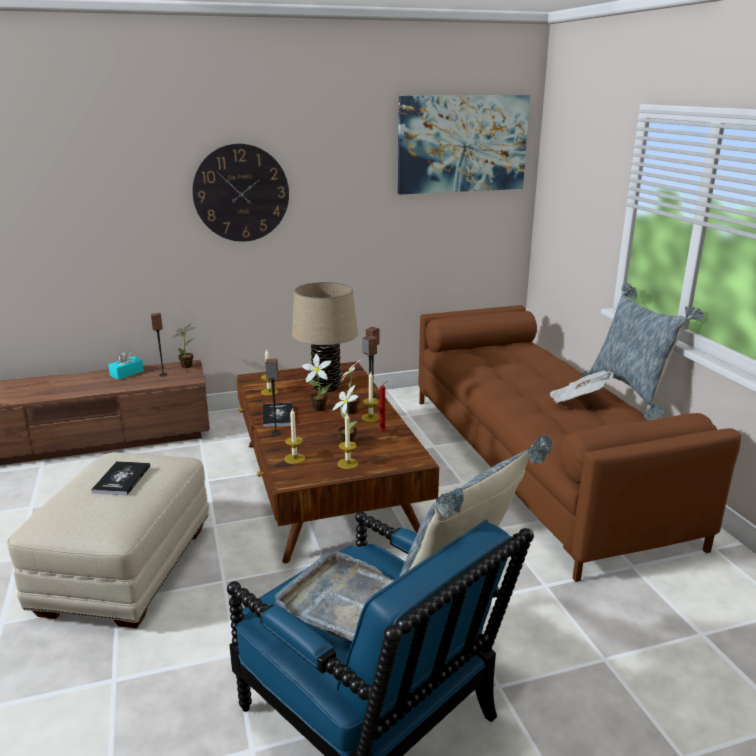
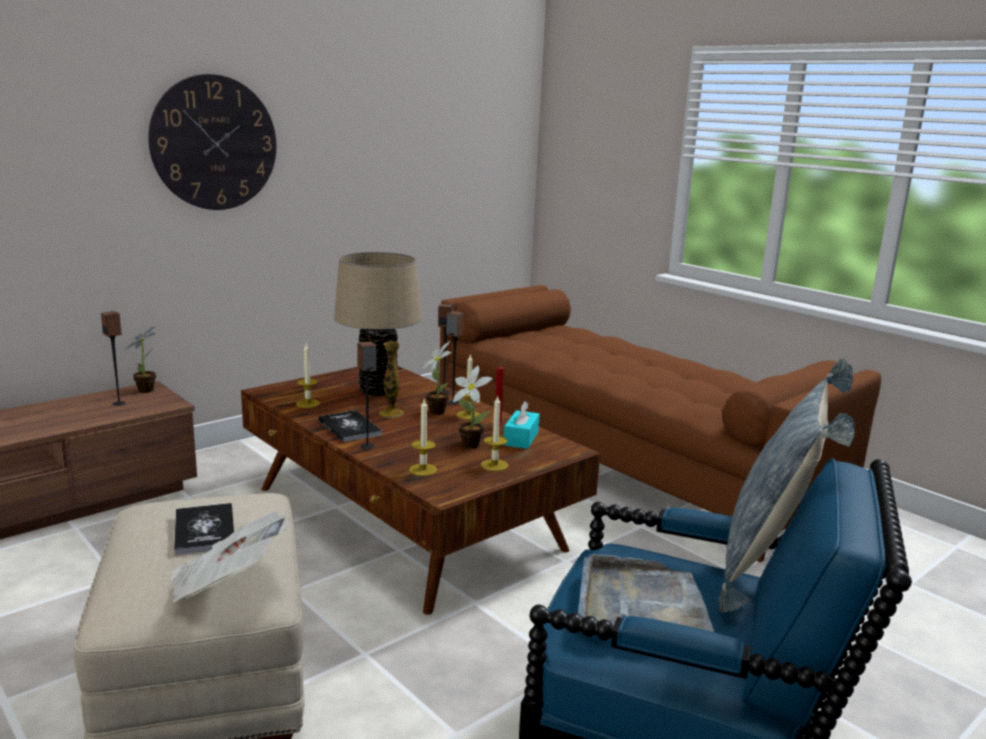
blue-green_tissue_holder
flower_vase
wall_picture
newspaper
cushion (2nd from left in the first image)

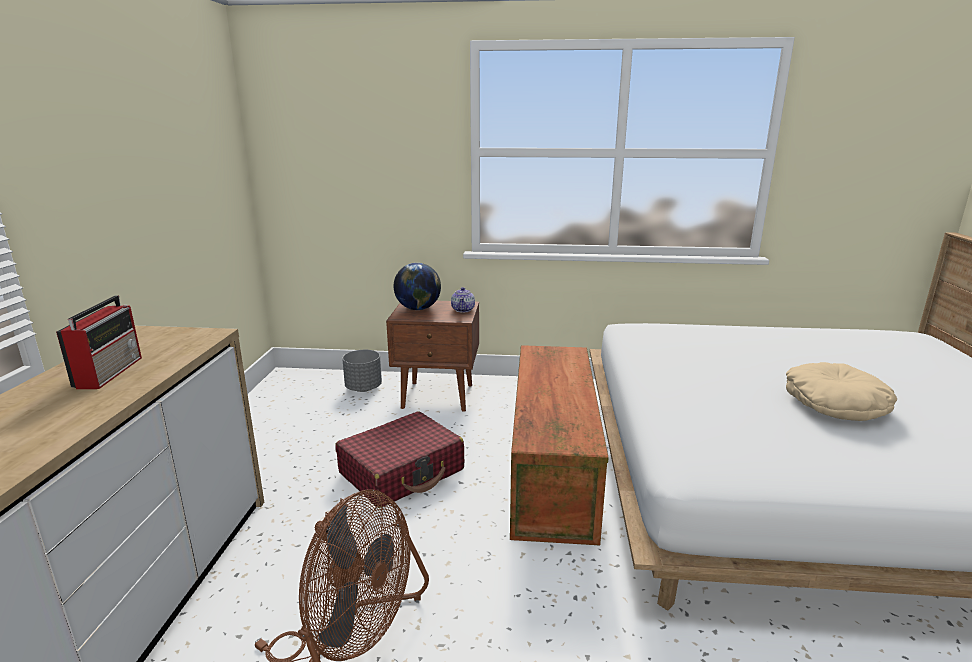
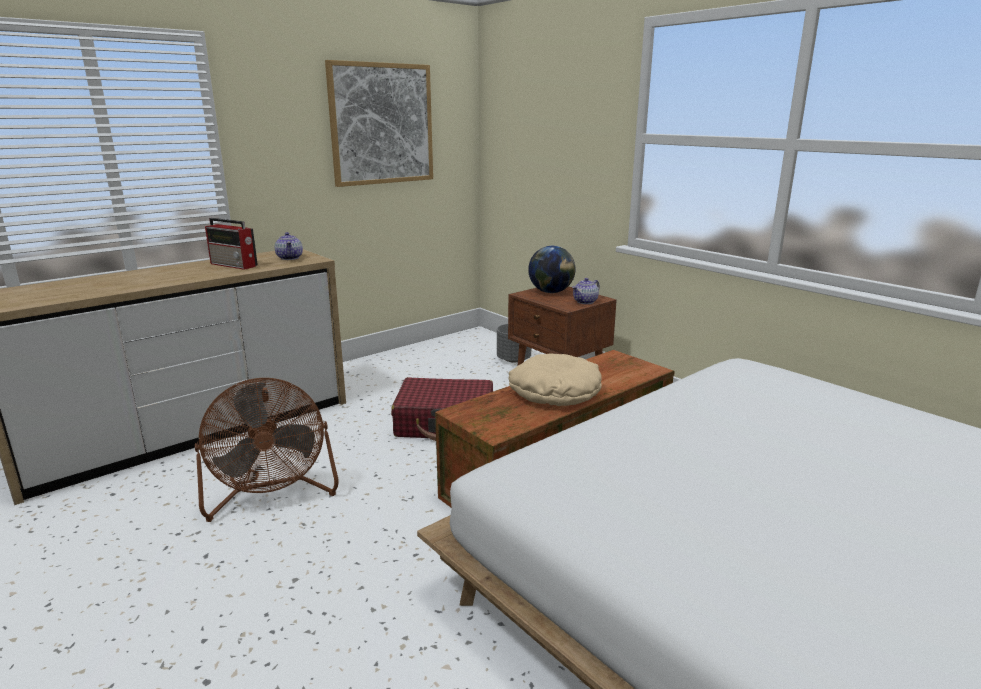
radio_set
beige-coloured_cushion
pot_for_tea (1st from left)
wall_picture

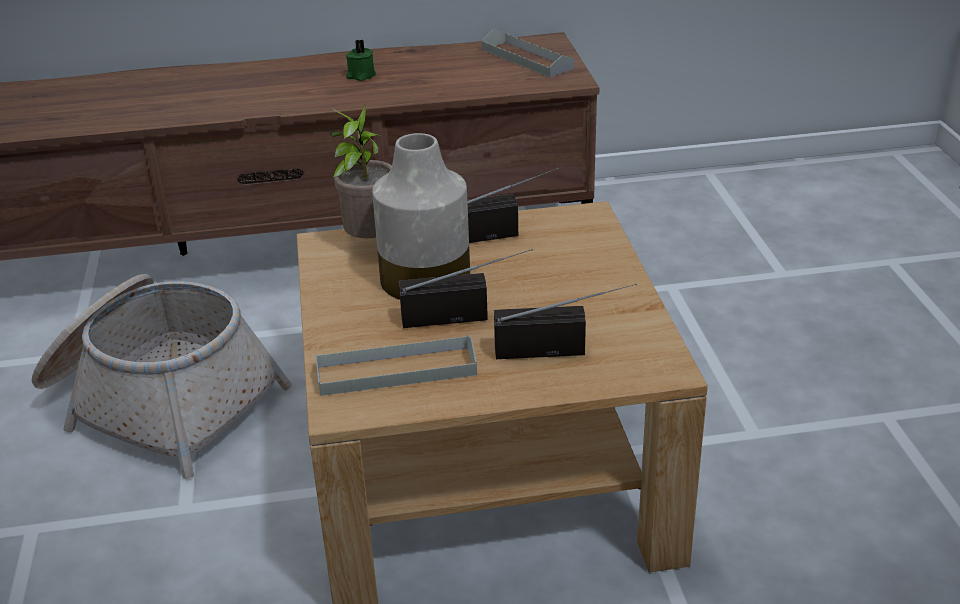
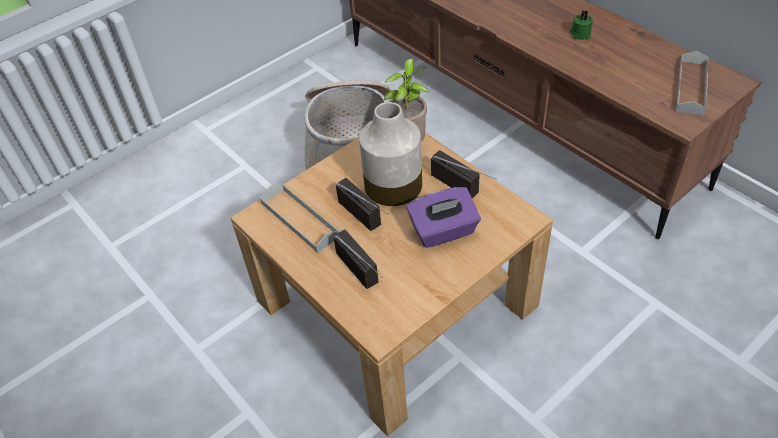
purple-coloured_tissue_holder

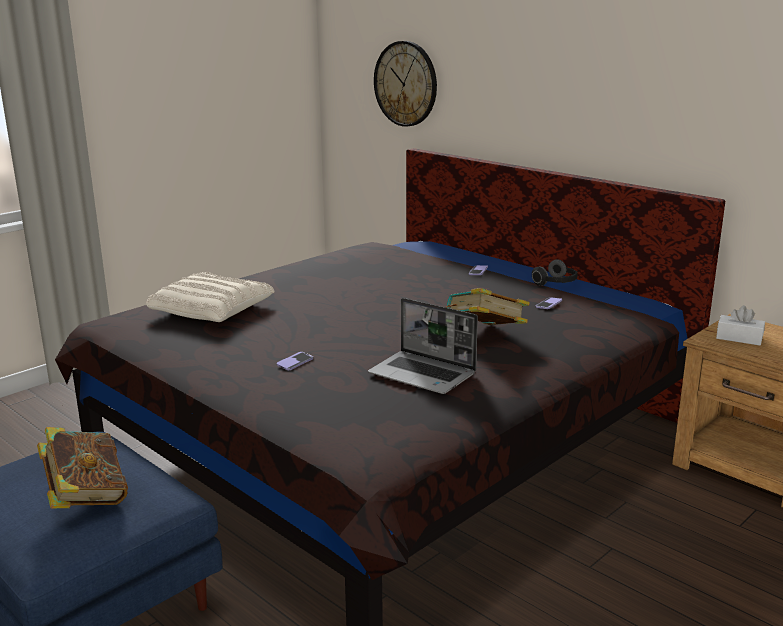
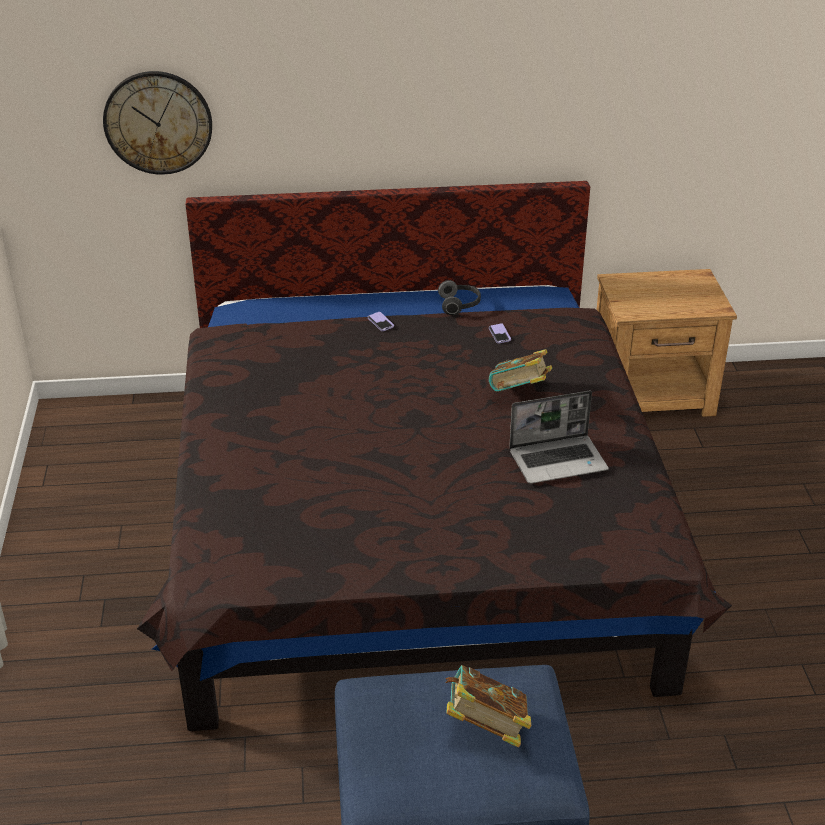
beige-coloured_cushion
phone (1st from left in the first image)
white_tissue_holder

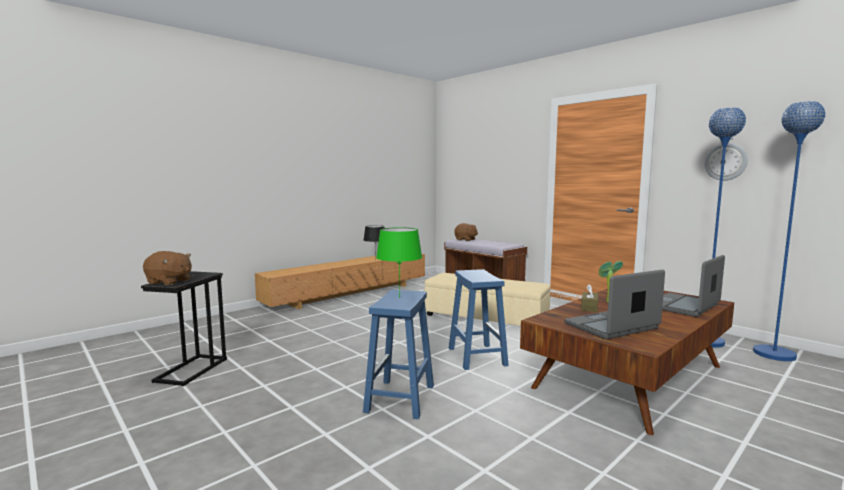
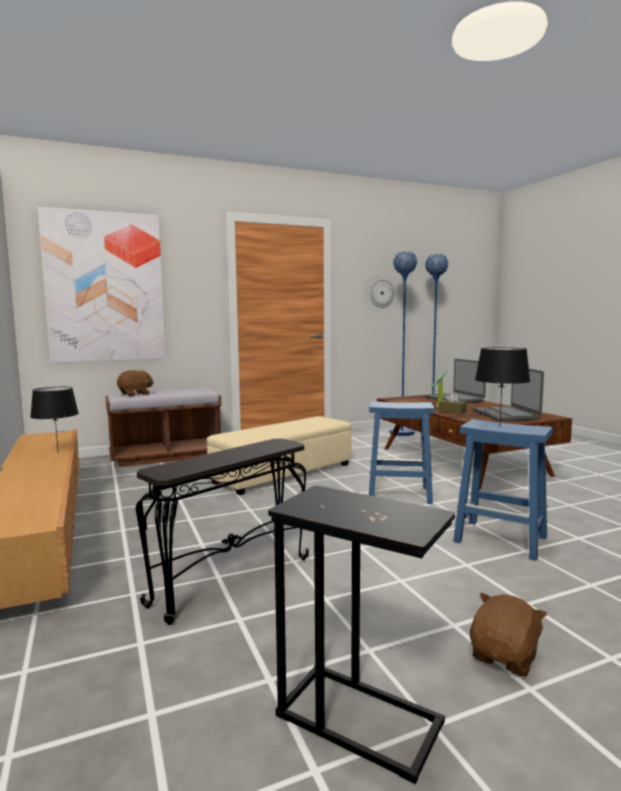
brown_cuddly_toy (2nd from left)
black-coloured_tabletop_lamp (2nd from left)
wall_picture
black-coloured_side_table (1st from left)

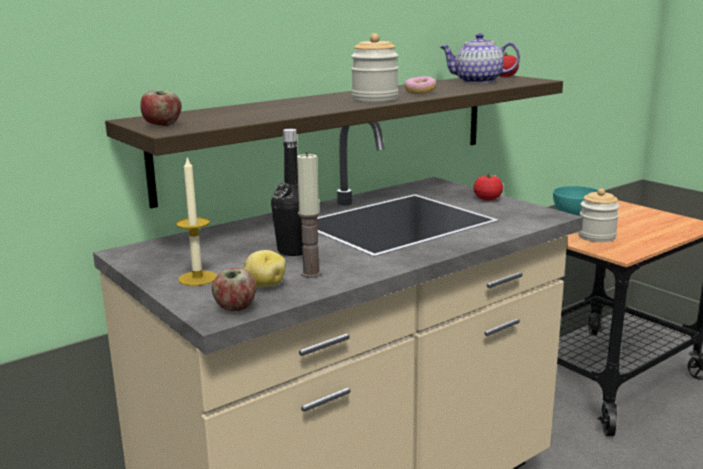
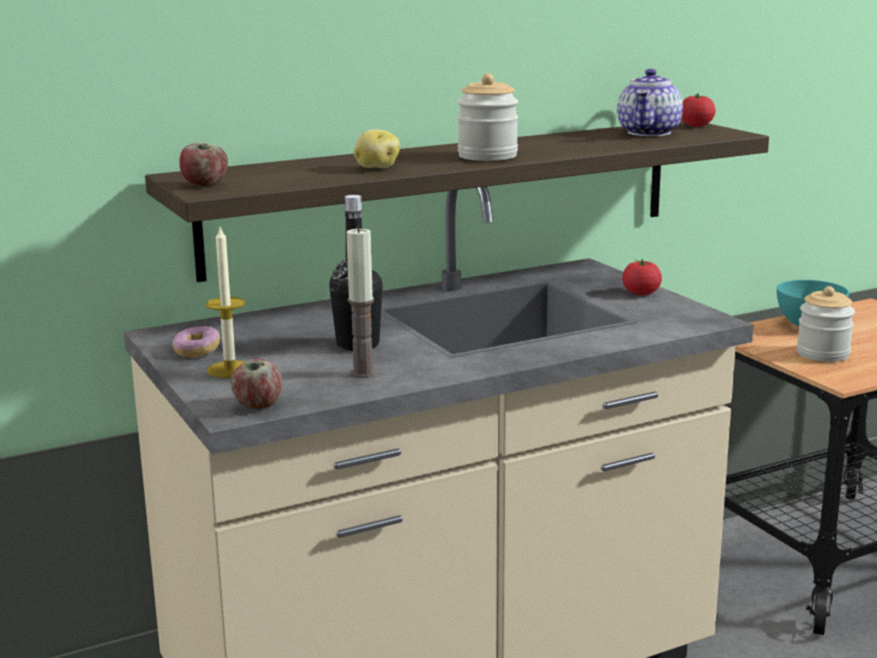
potato
donut
pot_for_tea

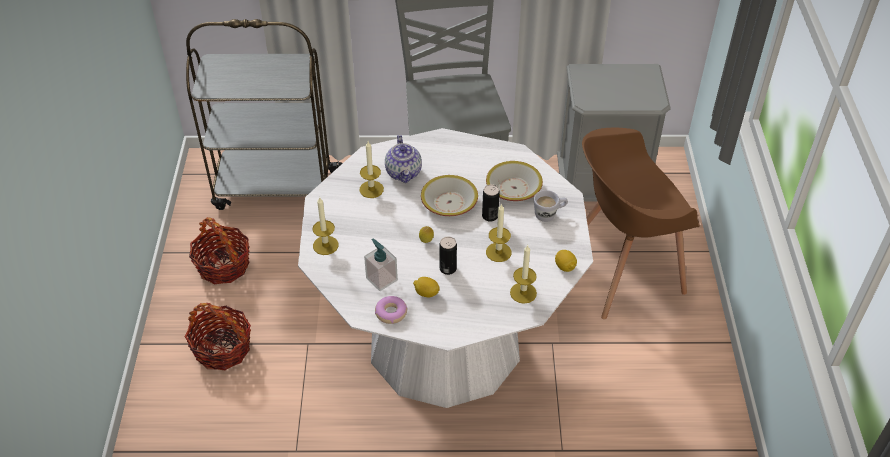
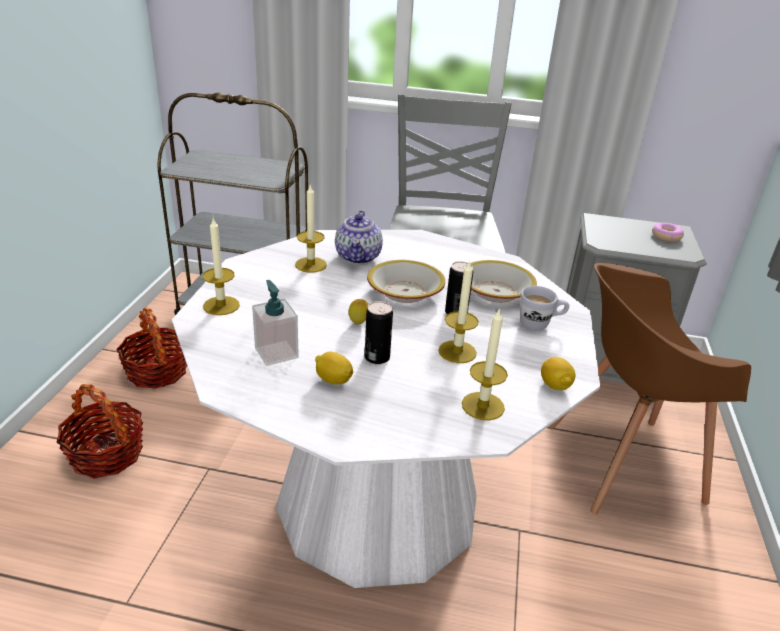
donut

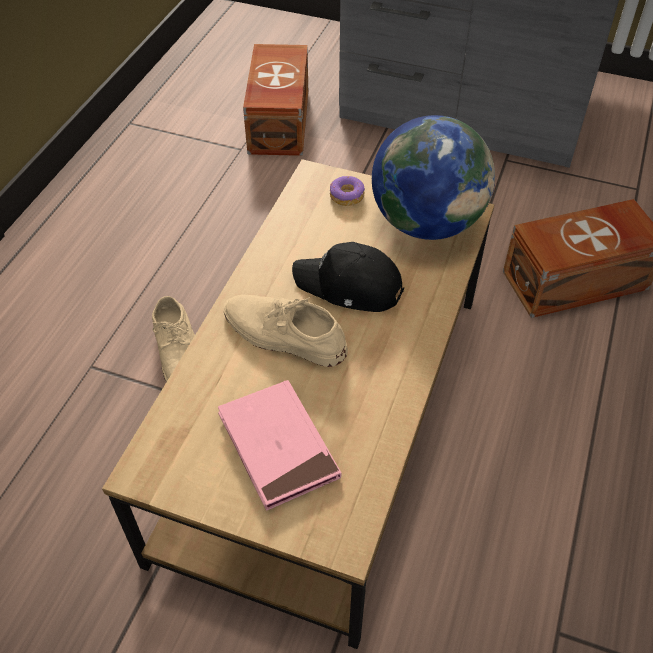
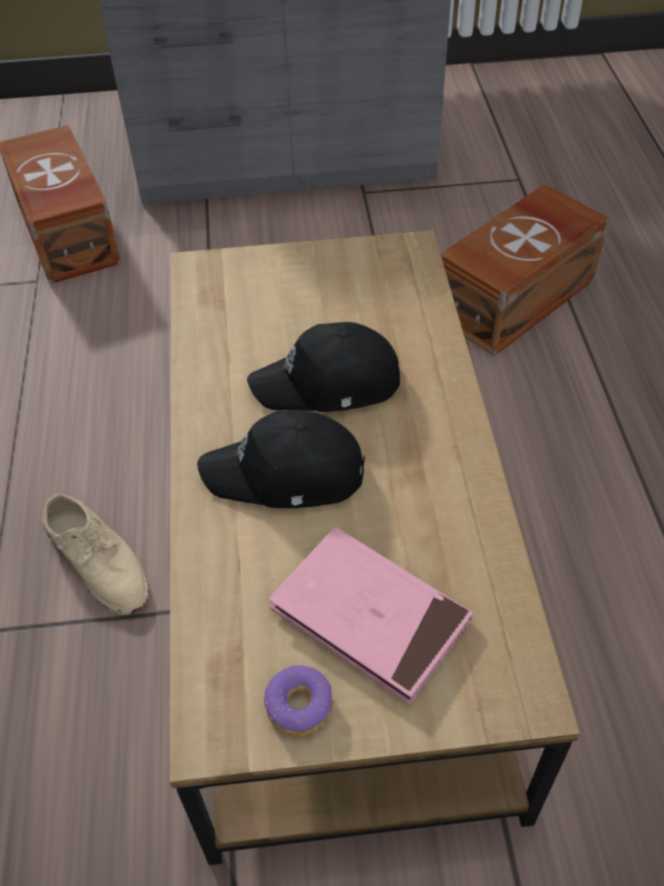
black-coloured_baseball_cap (1st from left)
donut
globe

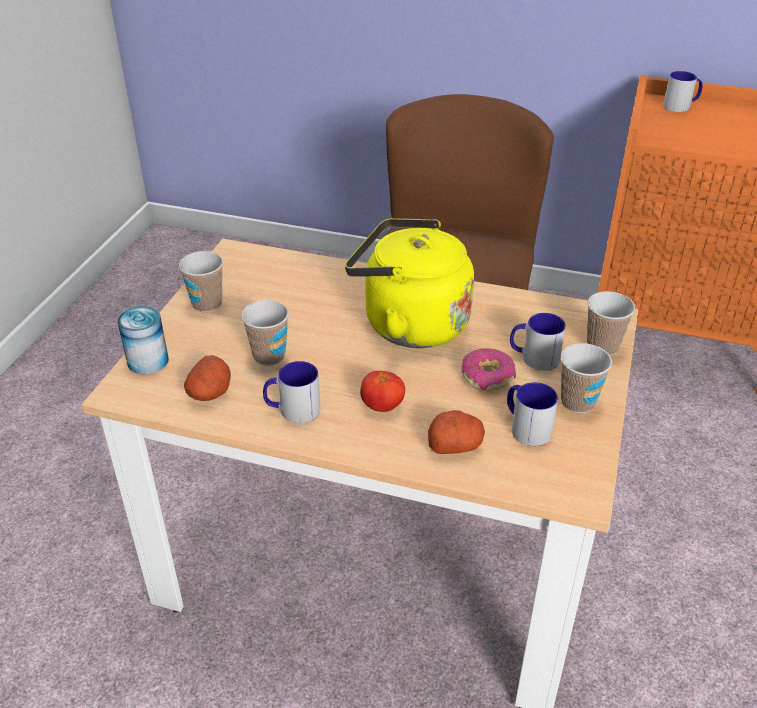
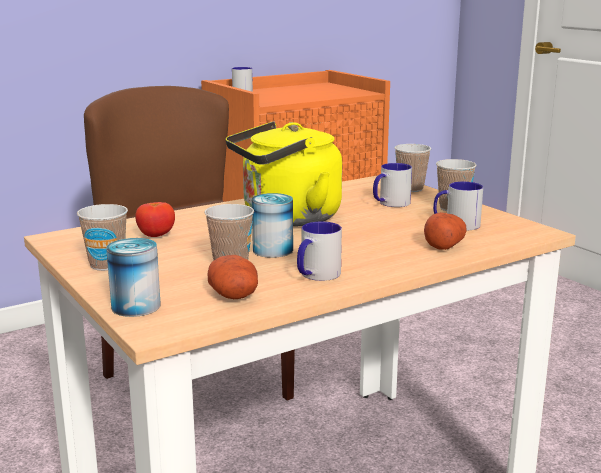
tomato
donut
metal_can (2nd from left)

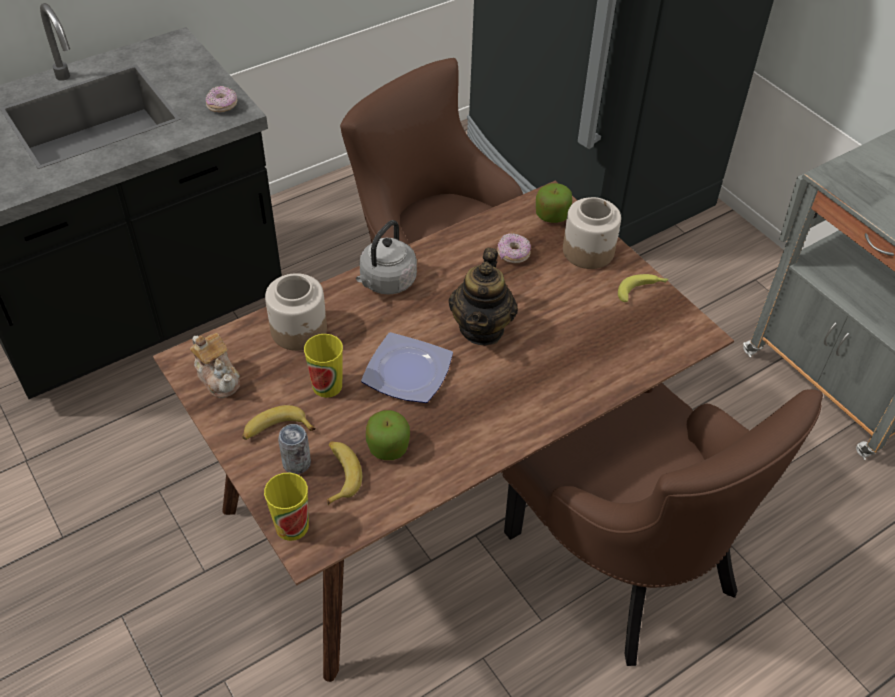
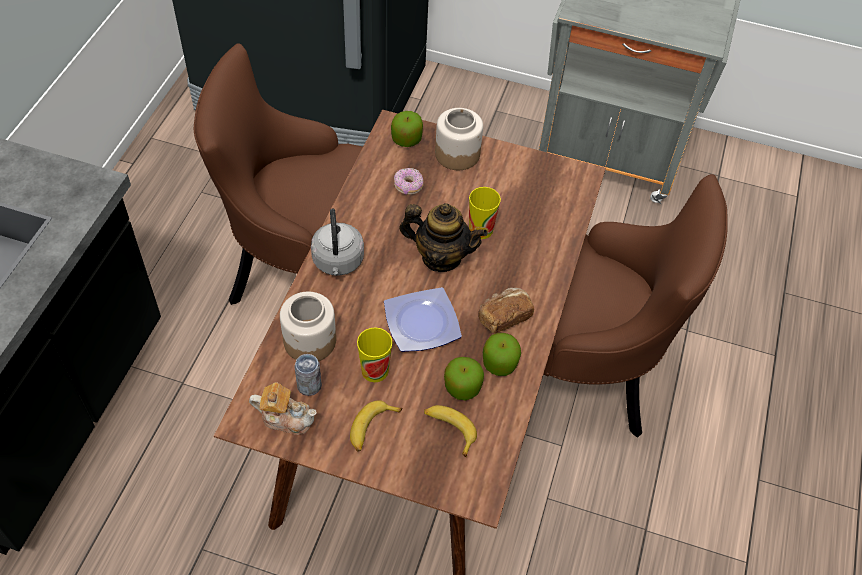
donut (1st from left in the first image)
drinking_cup (2nd from left)
metal_can
pot_for_tea (2nd from left)
whole_banana (3rd from left in the first image)
bread
apple (3rd from left)

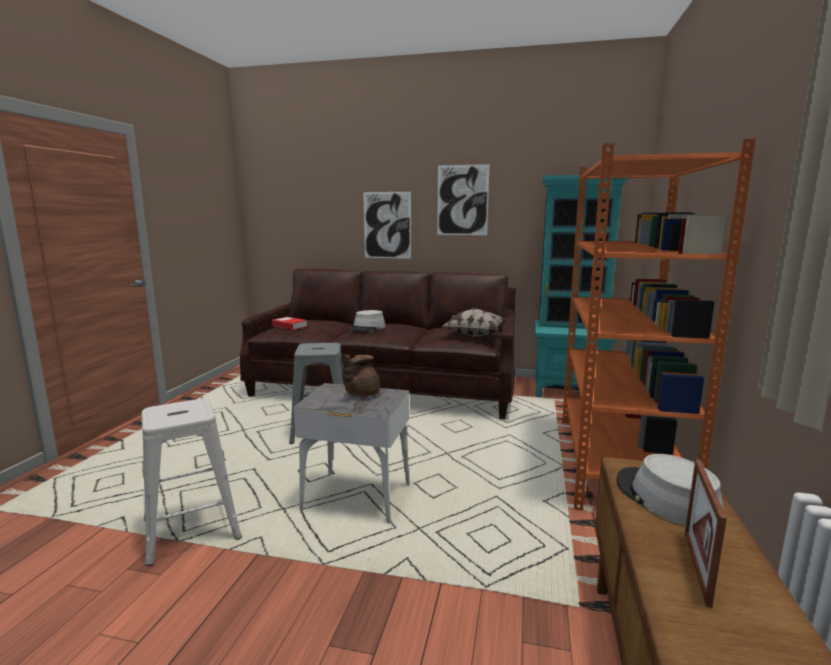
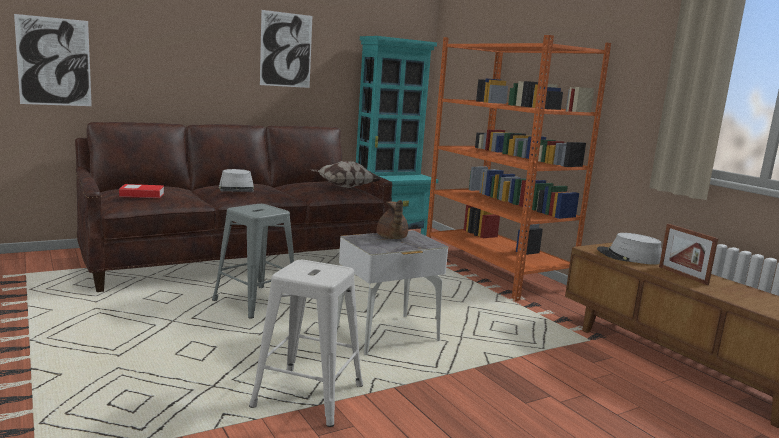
wall_picture (1st from left)

